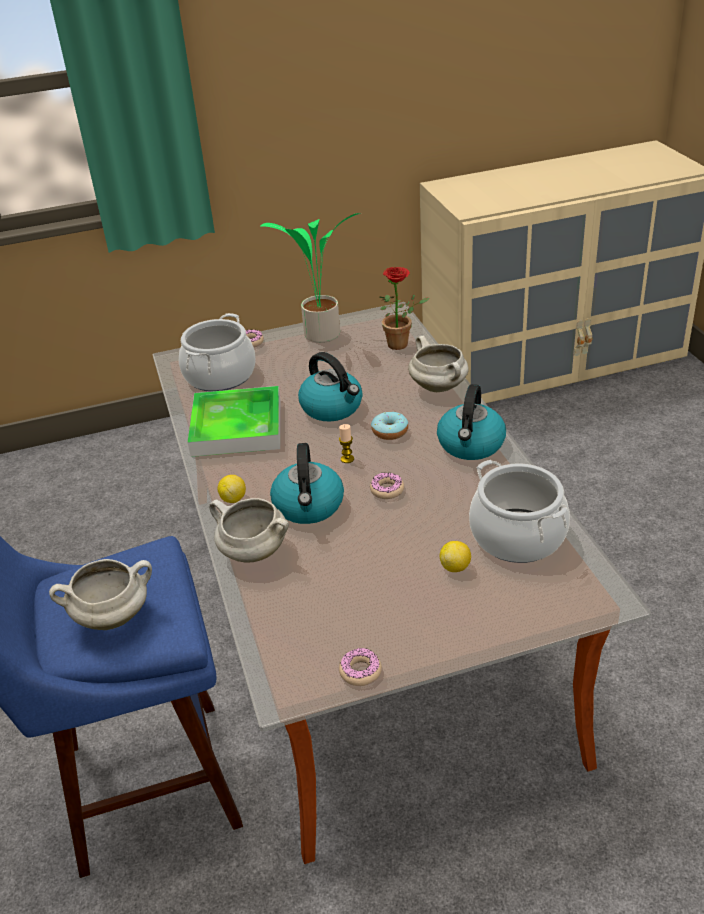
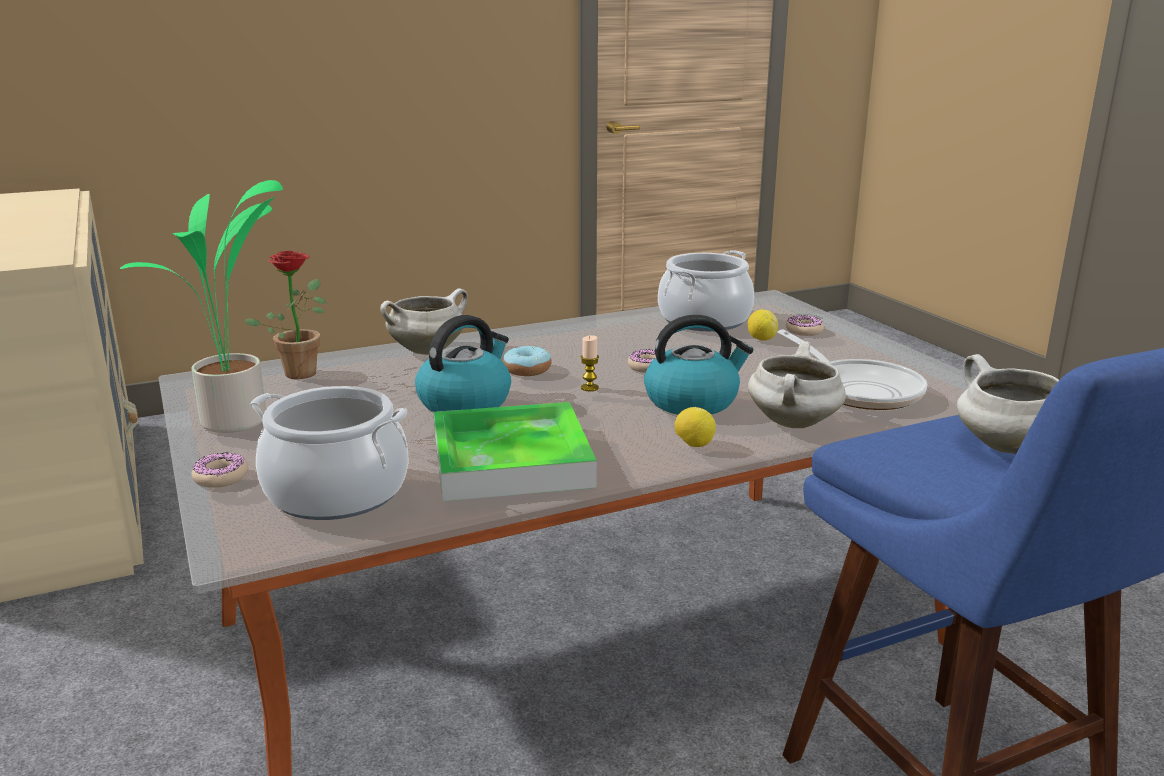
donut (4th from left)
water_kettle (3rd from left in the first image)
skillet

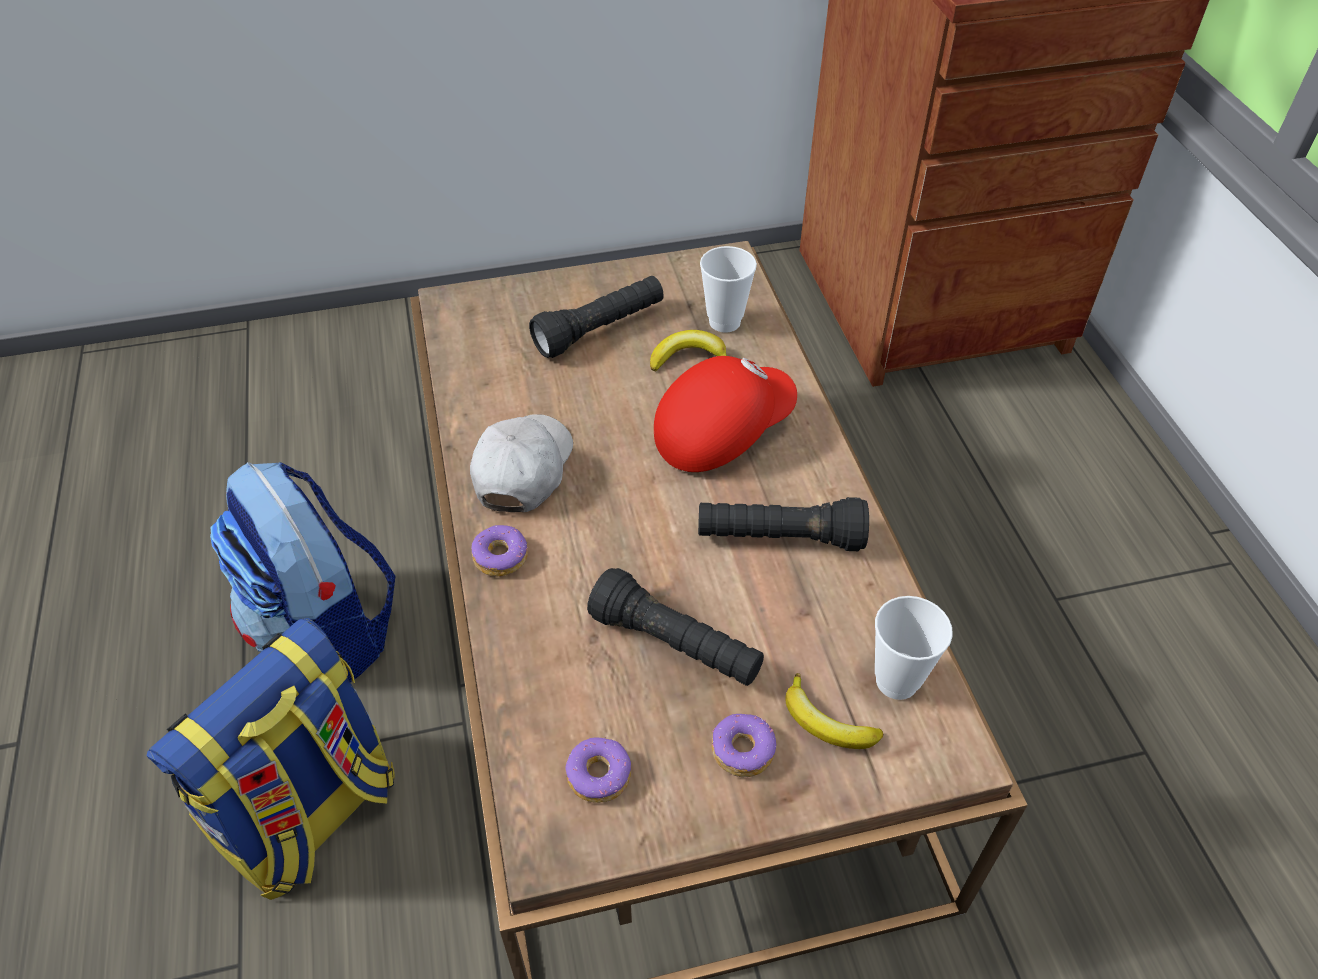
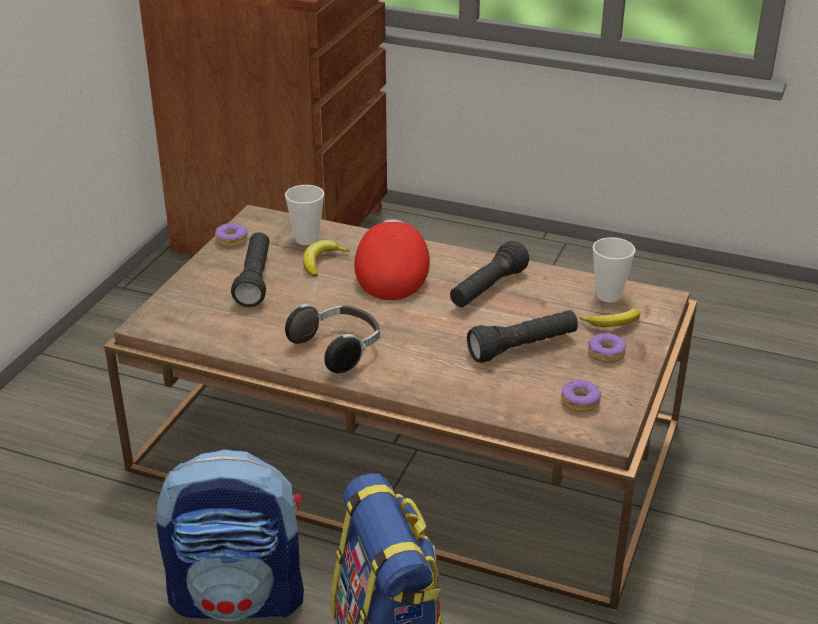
headset
donut (1st from left)

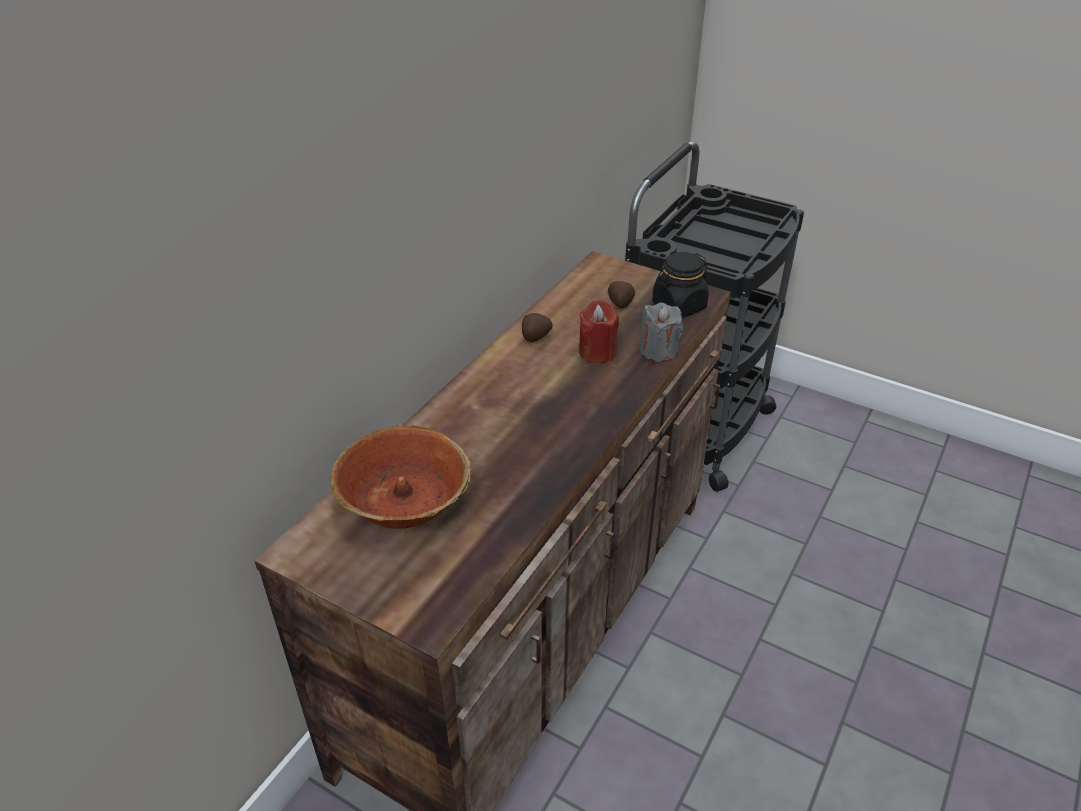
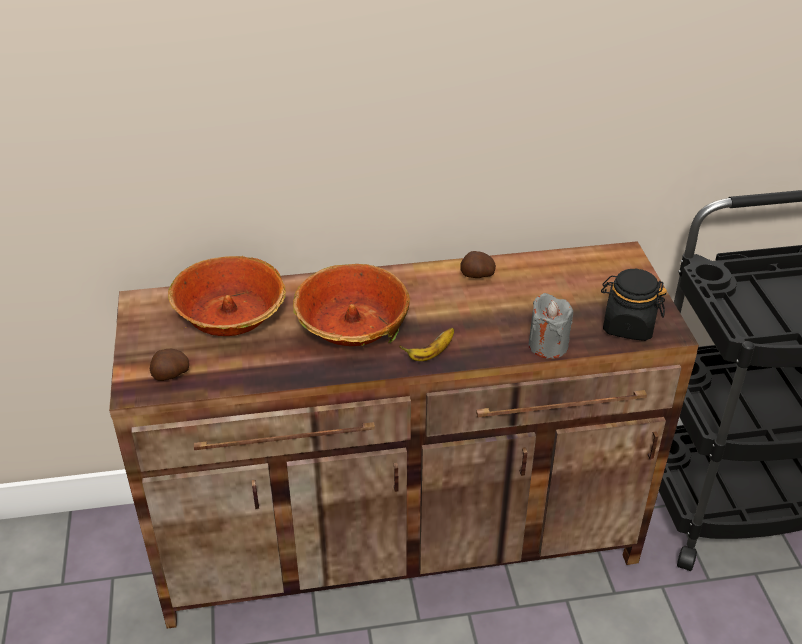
reddish_candle
potato (1st from left)
serving_bowl (2nd from left)
whole_banana

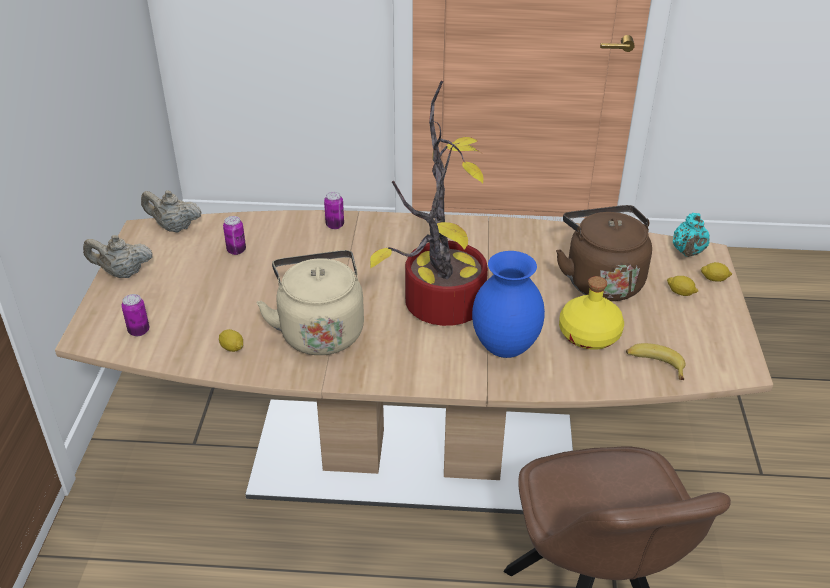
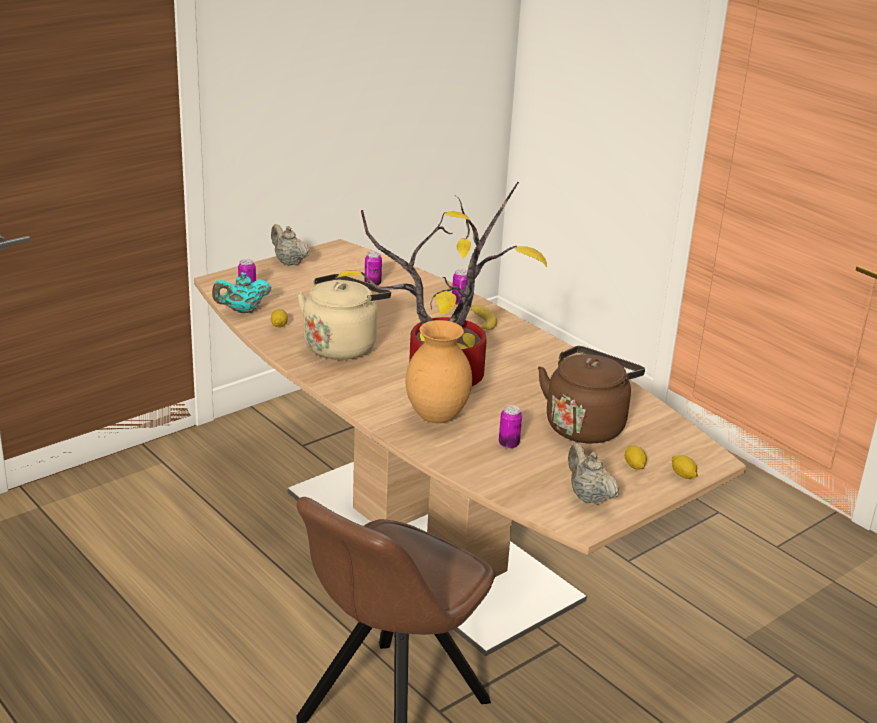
beige-coloured_pot_for_tea (2nd from left)
brown_flower_vase
metal_can (4th from left)
whole_banana
blue-green_pot_for_tea

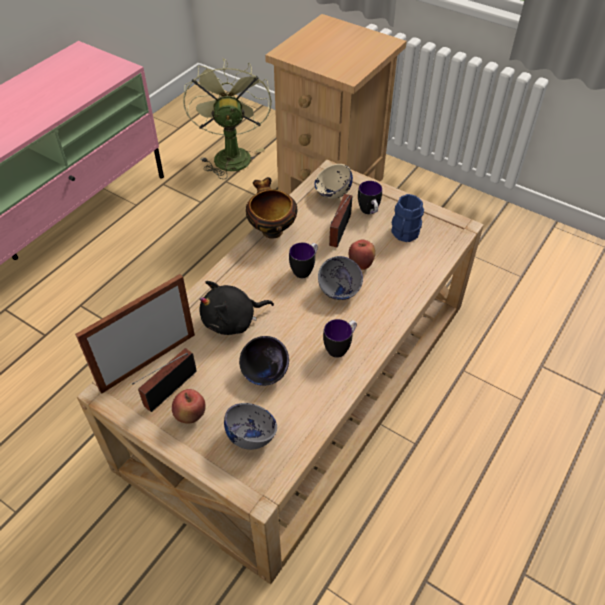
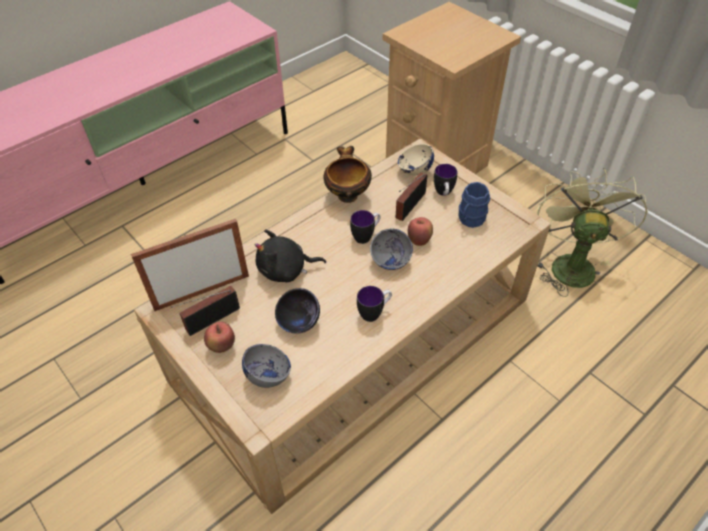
greenish_cooling_fan

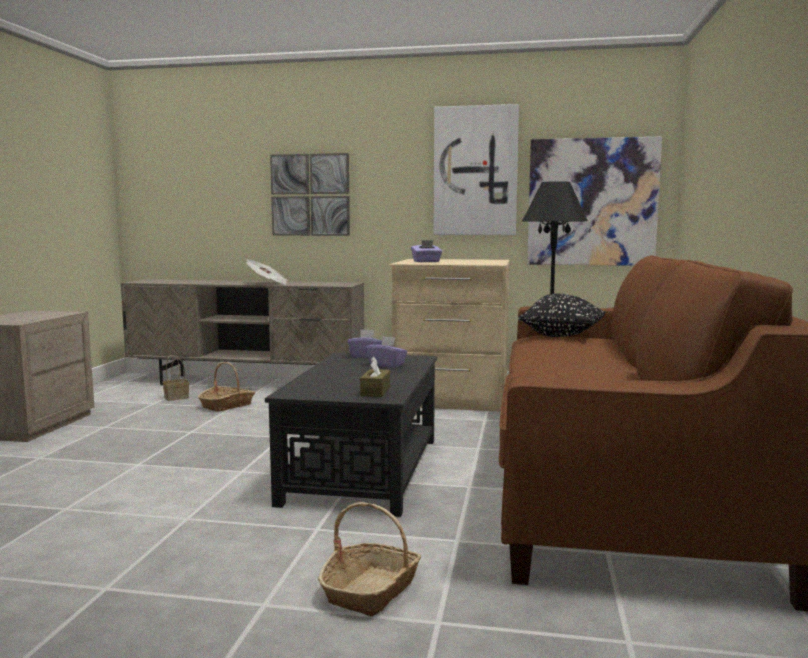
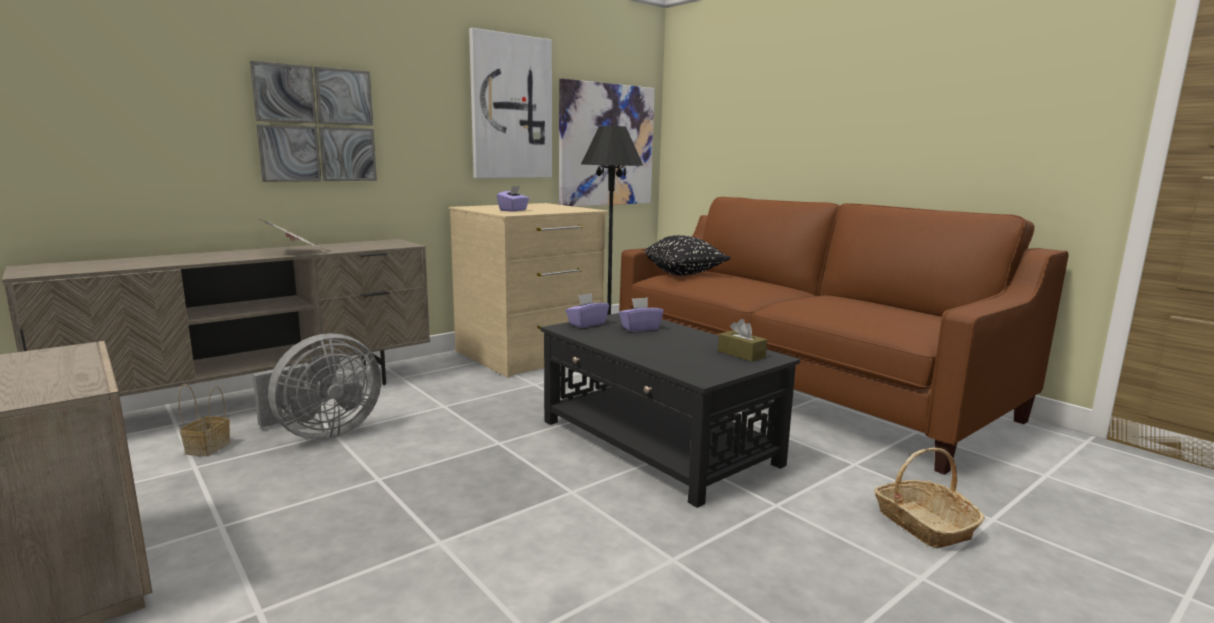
grey_cooling_fan

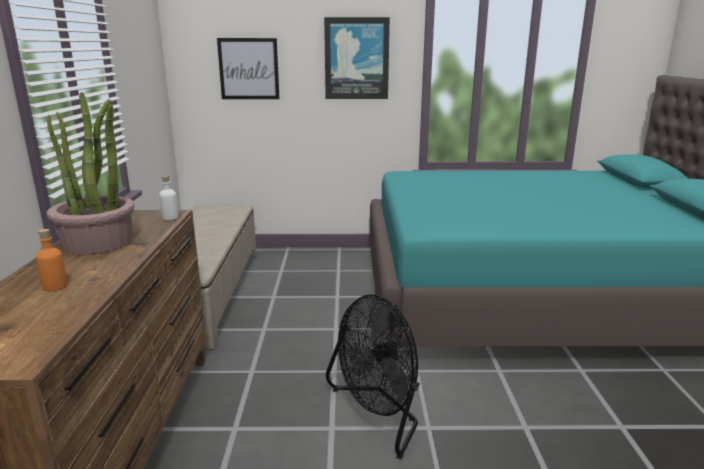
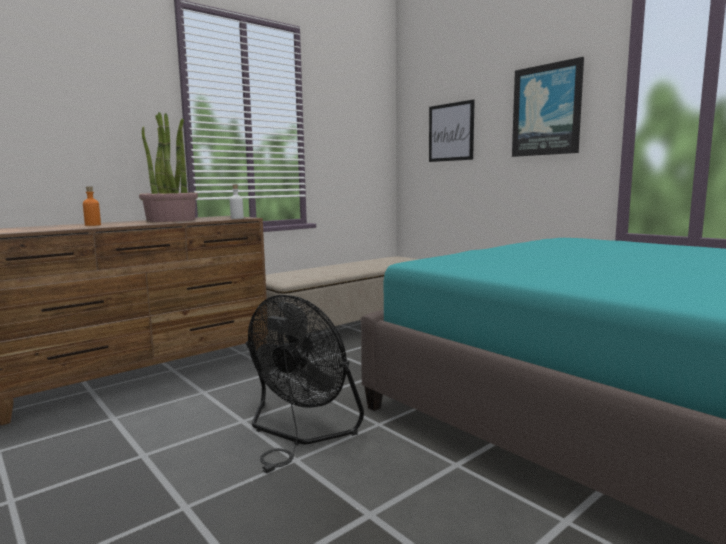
black-coloured_cooling_fan

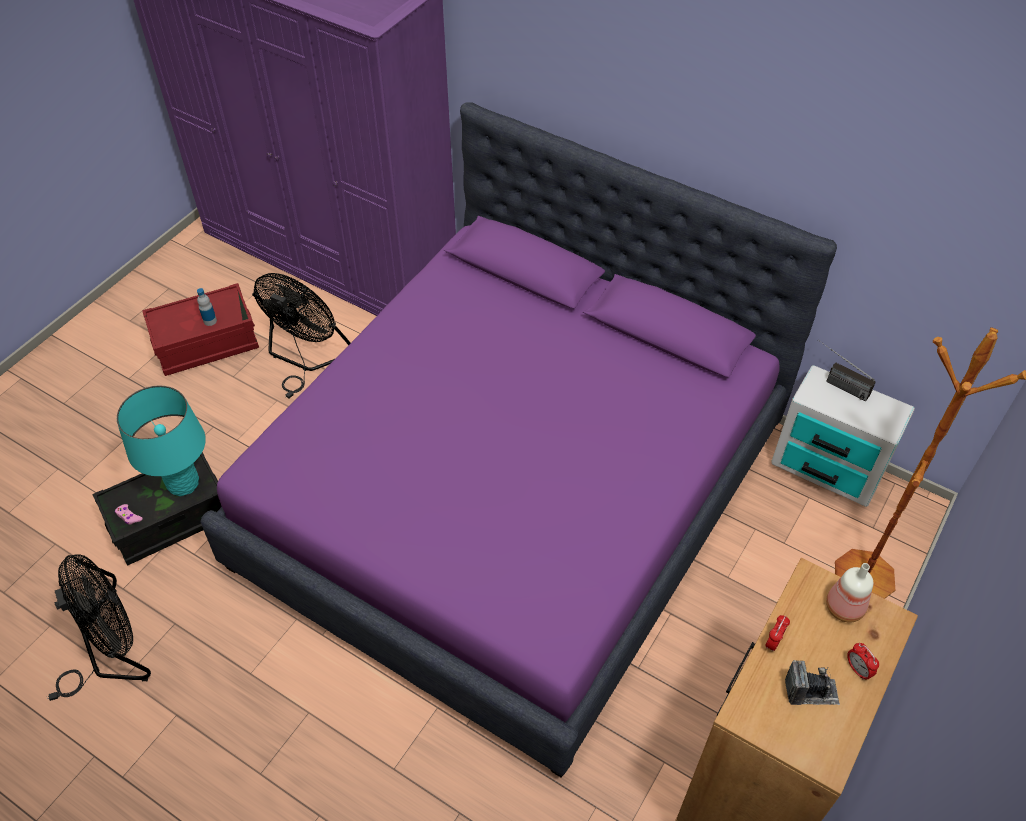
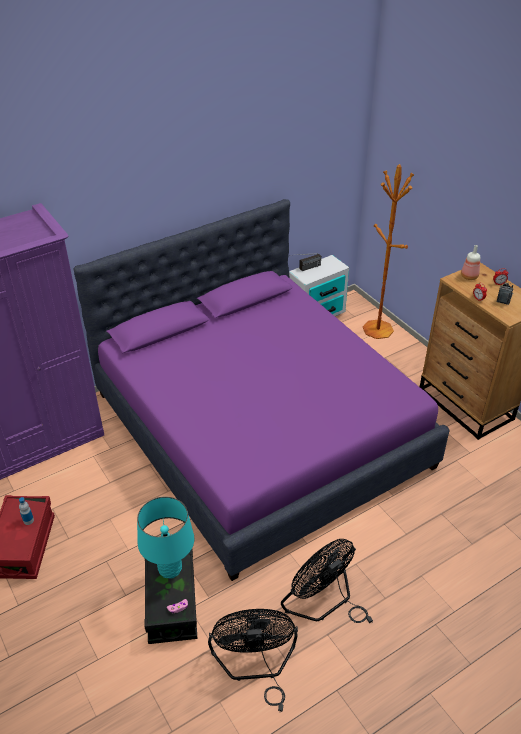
black-coloured_cooling_fan (2nd from left)

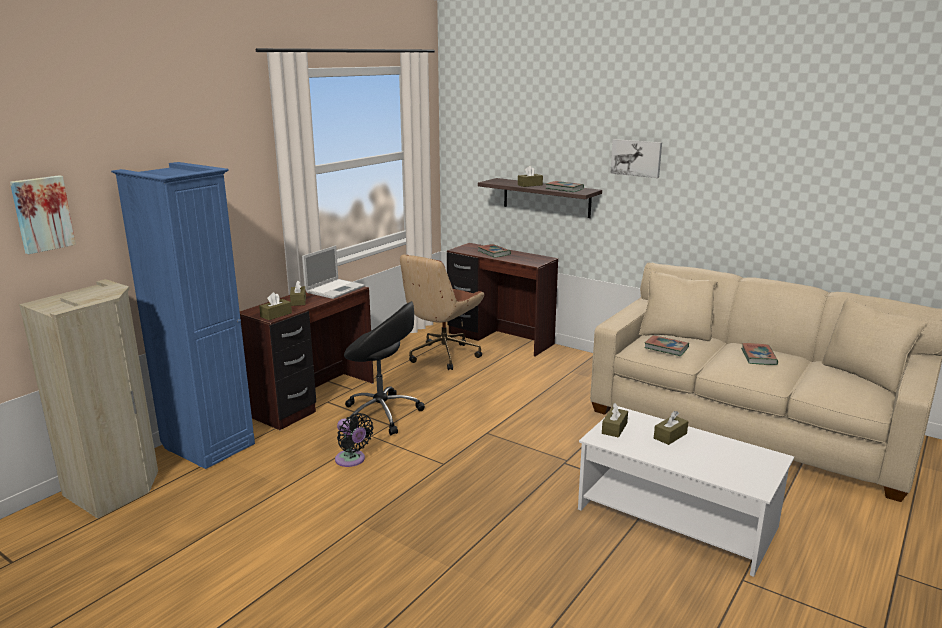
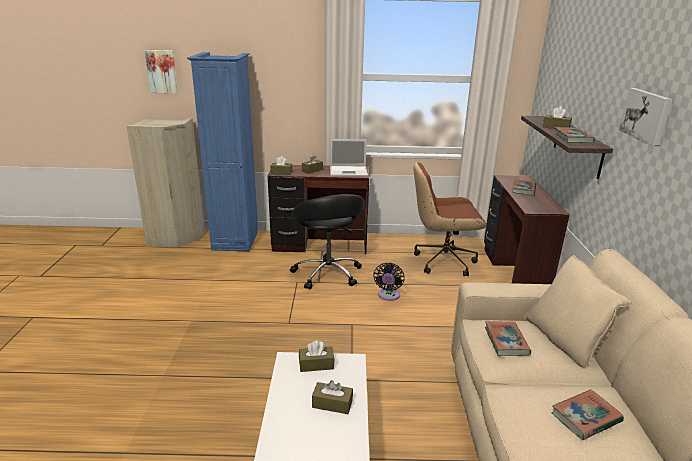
black-coloured_cooling_fan

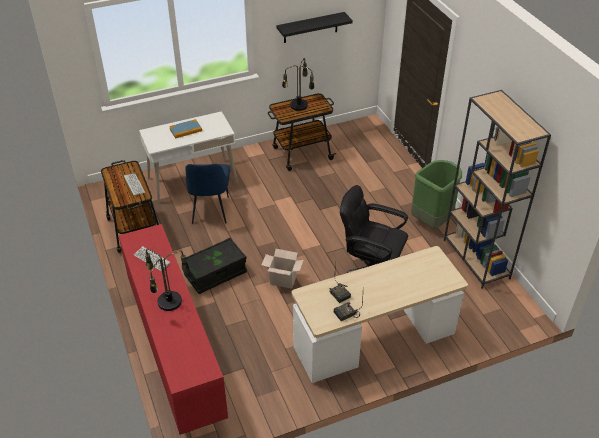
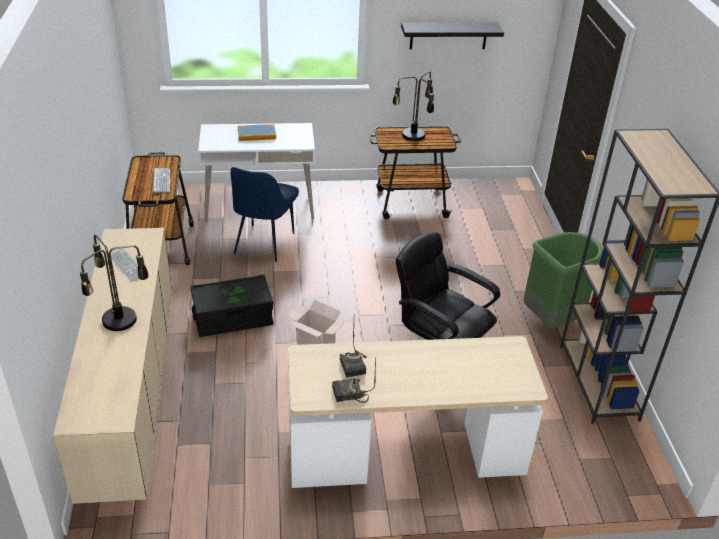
beige-coloured_storage_cabinet

